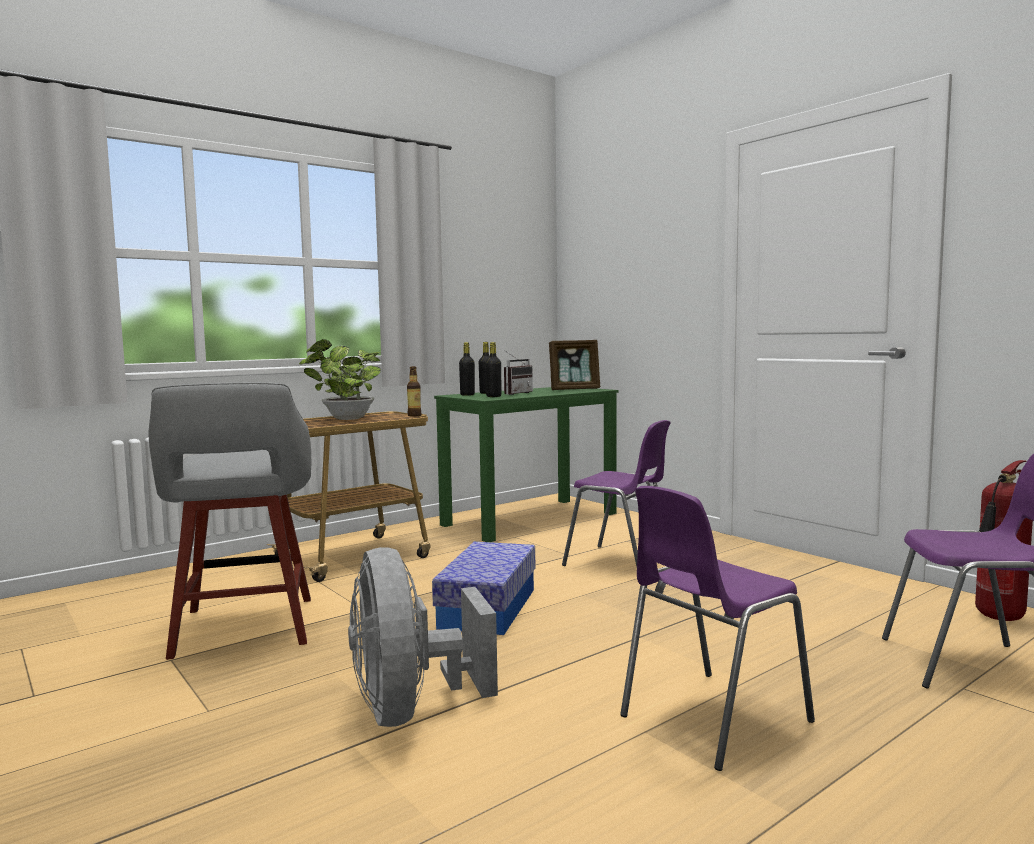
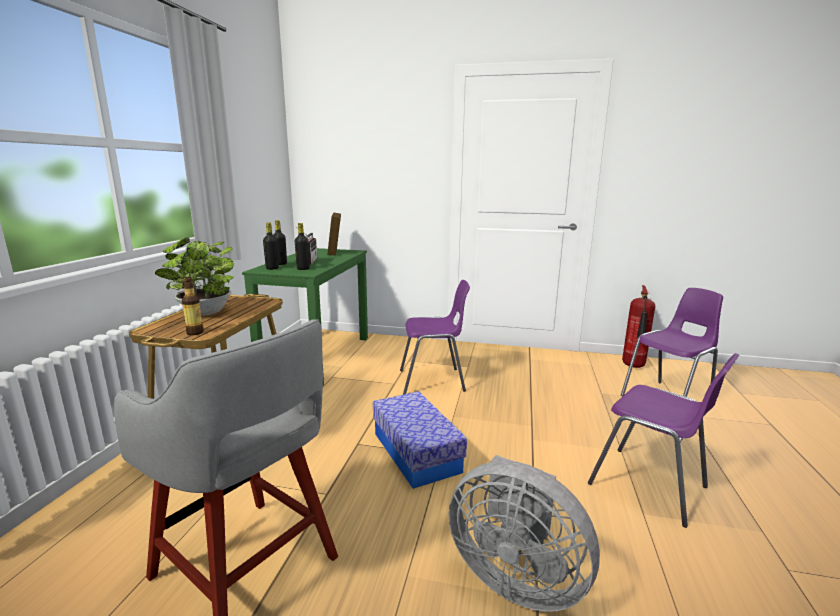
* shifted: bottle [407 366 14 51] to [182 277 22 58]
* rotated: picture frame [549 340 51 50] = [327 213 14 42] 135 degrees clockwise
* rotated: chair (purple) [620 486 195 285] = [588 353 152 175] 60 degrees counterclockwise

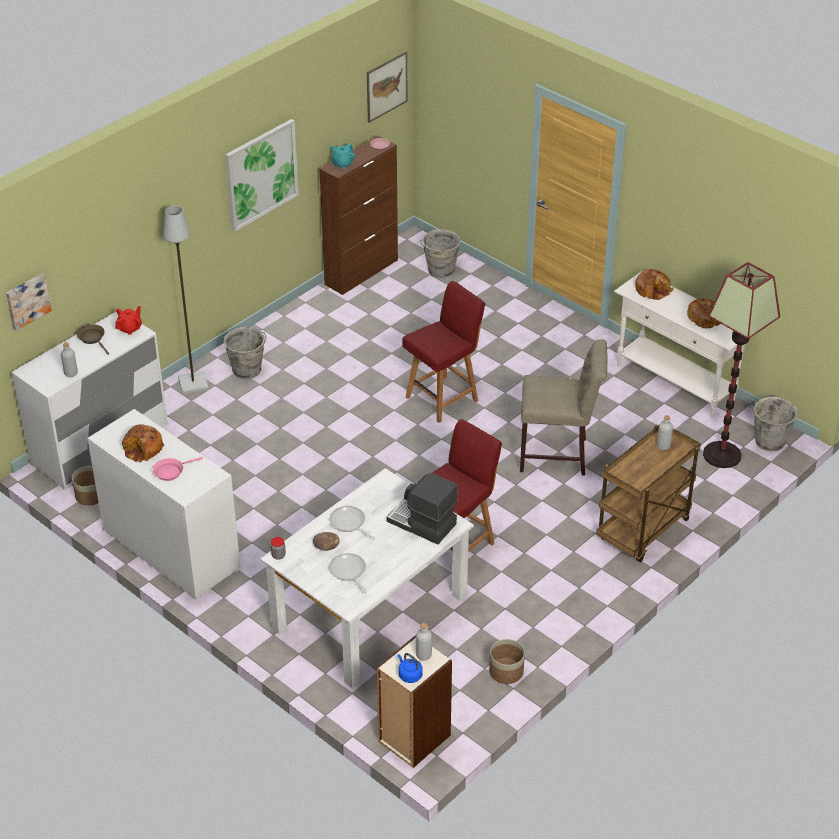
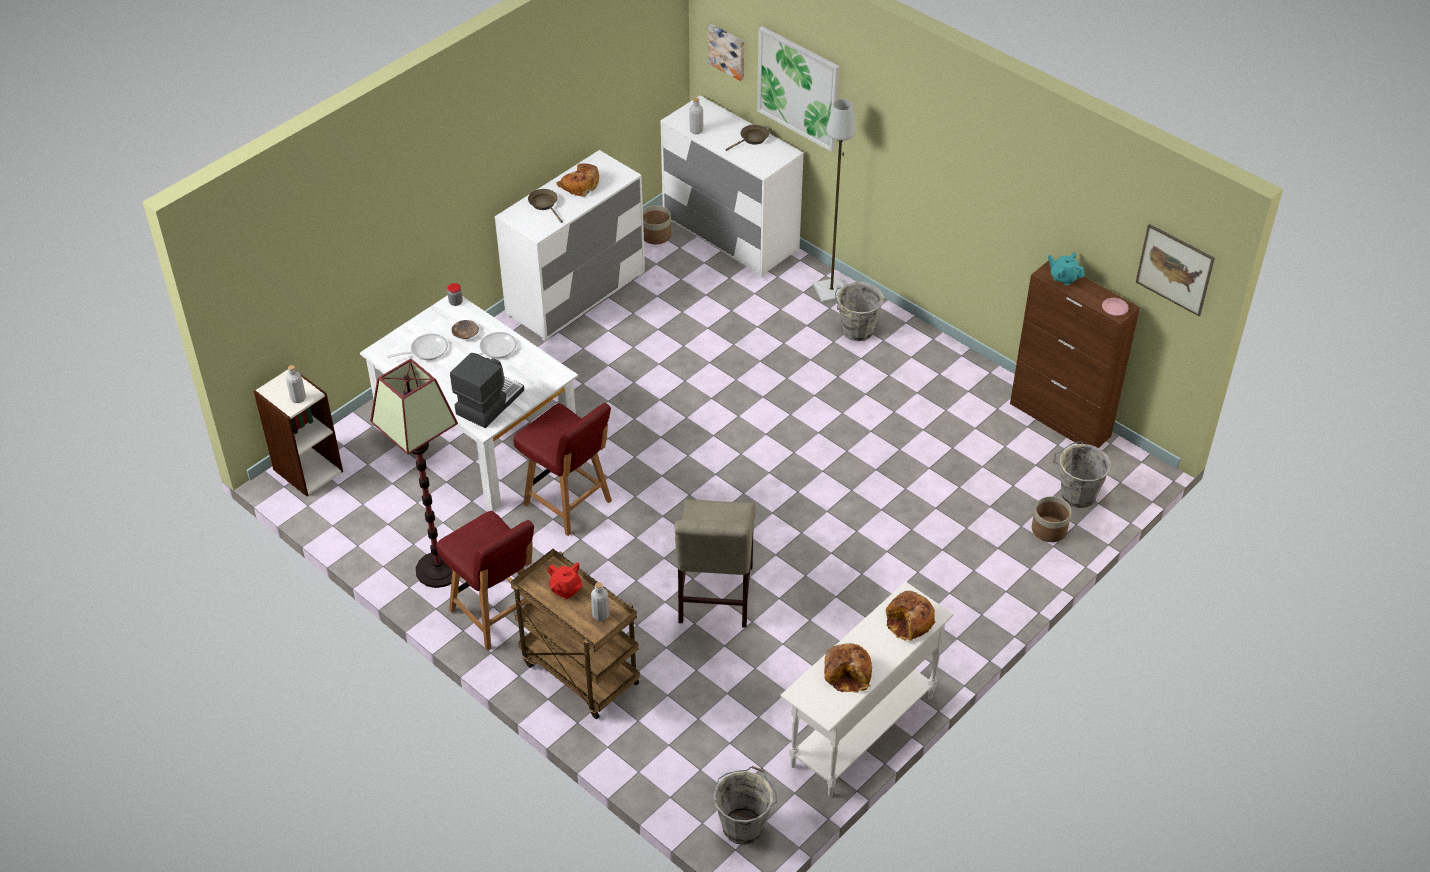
* shifted: teapot (red) [115 306 27 29] to [548 563 35 36]
* repainted: frying pan (pink) [153 457 50 24] to frying pan (brown) [528 189 35 34]
* shifted: picture [225 119 74 113] to [757 26 83 126]
* gone: kettle (blue) [398 653 25 30]
* shifted: chair (red) [402 281 83 142] to [436 511 98 140]
* shifted: planter [489 639 36 45] to [1032 496 39 46]
* shifted: floor lamp [703 262 77 206] to [370 359 88 229]

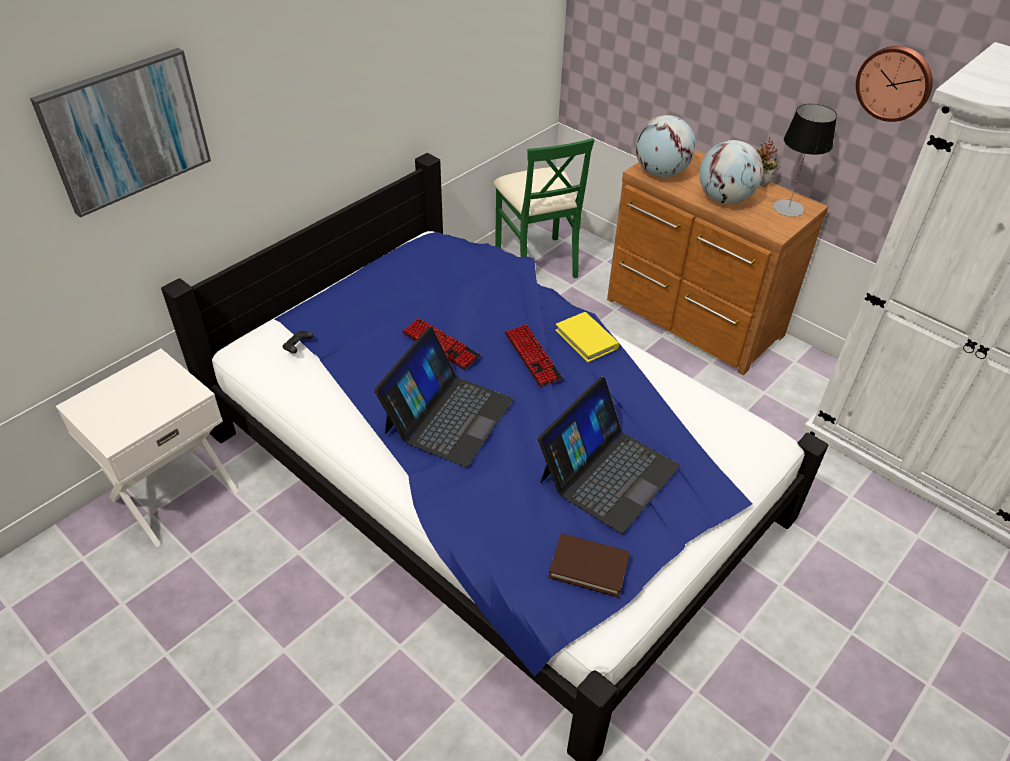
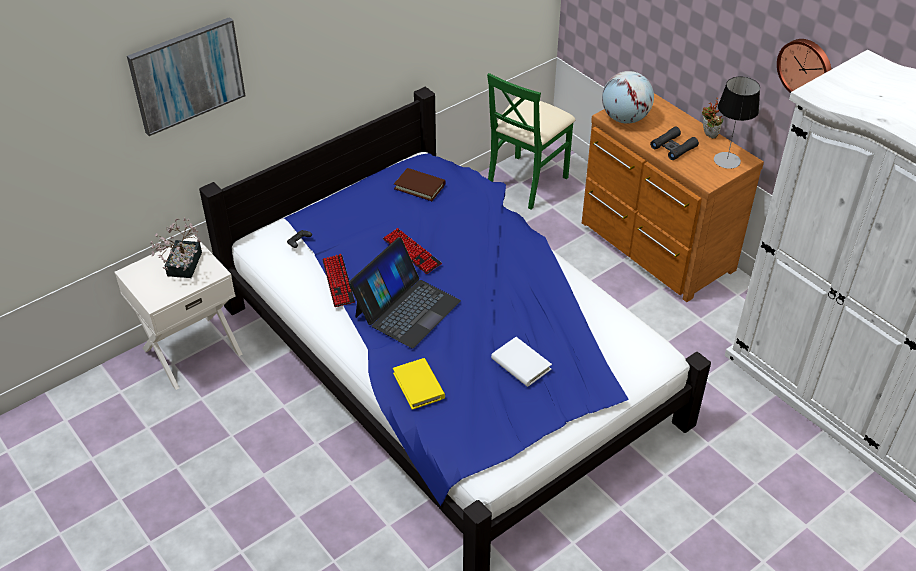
* rotated: chair (green) [494 138 100 140] = [487 73 88 137] 45 degrees clockwise
* shifted: keyboard [504 324 59 63] to [322 254 33 53]
* swapped: laptop [538 376 142 158] to book (white) [491 337 61 50]
* shifted: book (brown) [548 533 82 64] to [394 168 52 33]
* shifted: book (yellow) [555 312 64 50] to [393 358 52 52]
* swapped: globe [699 140 64 64] to binoculars (black) [650 127 49 33]
* new: potted plant [150 217 52 61]

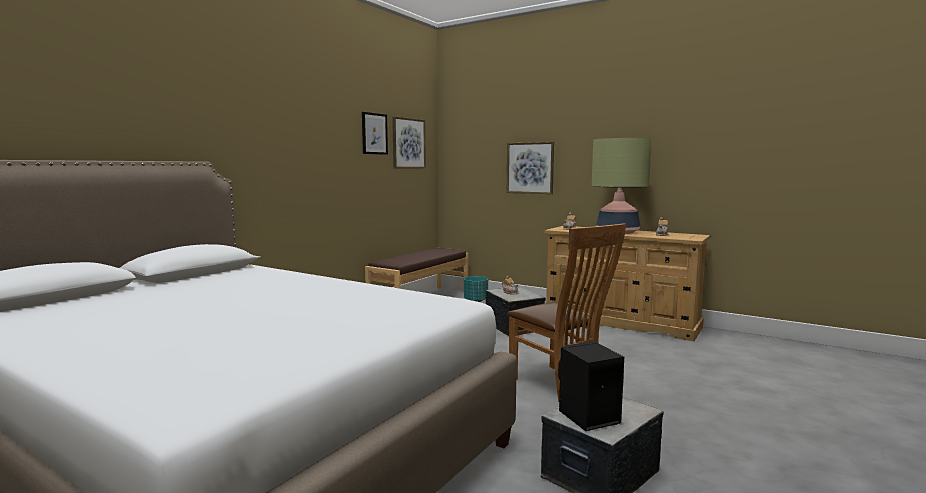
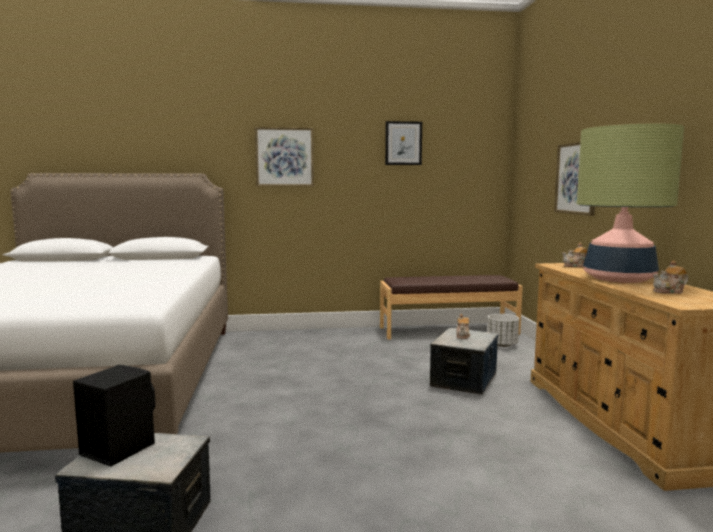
* shifted: picture [392 117 34 52] to [255 127 59 60]
* repainted: planter (turquoise) [464 276 24 26] to planter (white) [487 314 32 33]
* gone: chair (brown) [507 223 119 179]

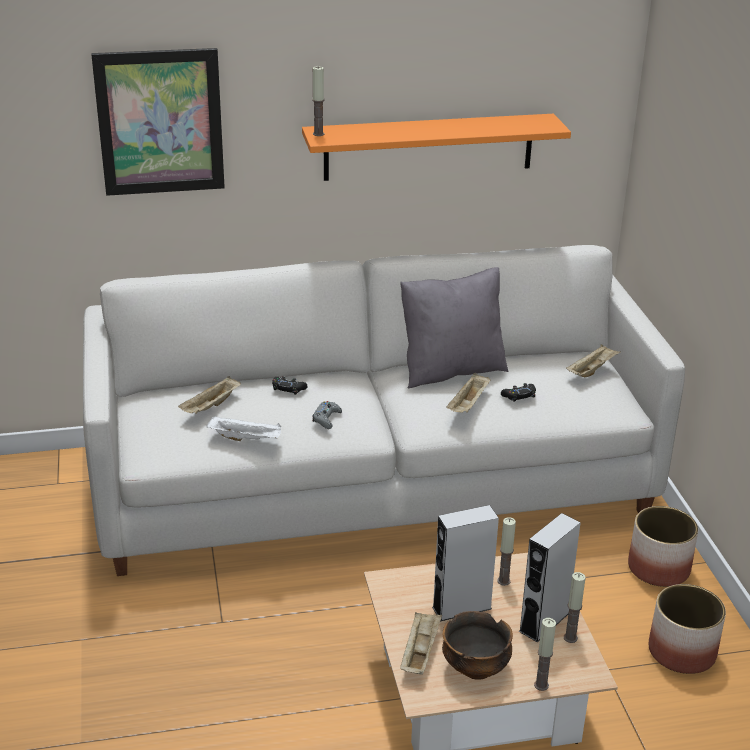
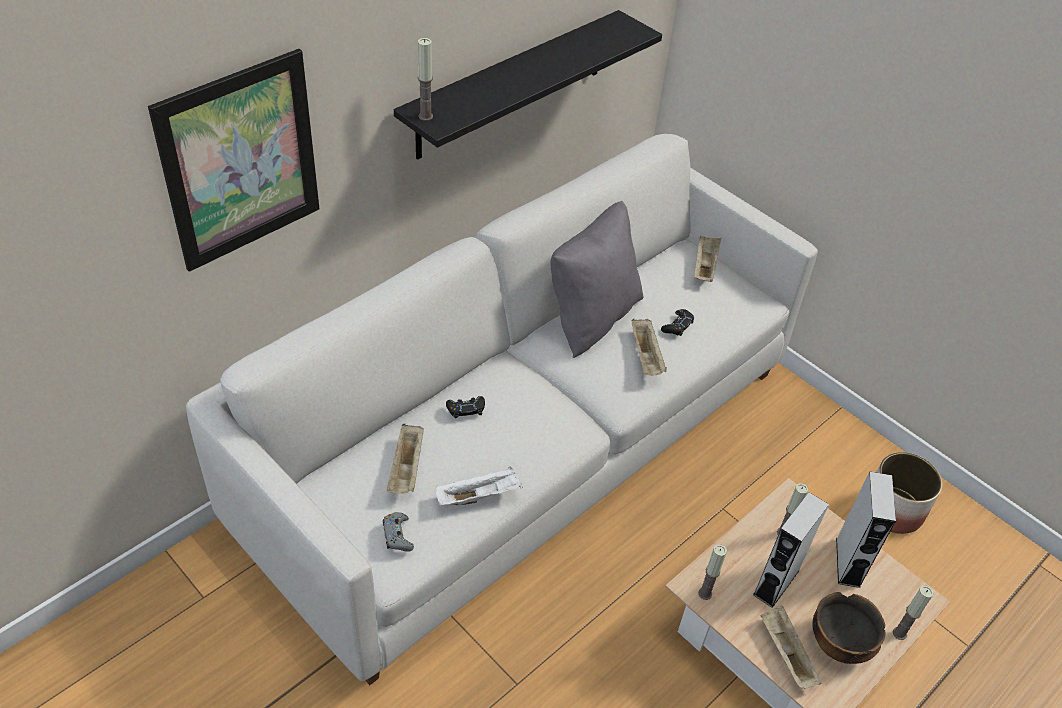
* repainted: shelf (orange) [302 114 269 67] to shelf (black) [394 10 268 150]
* shifted: game controller (grey) [312 401 30 28] to [383 512 31 40]
* shifted: candle [564 572 22 71] to [698 544 29 56]
* gone: planter [628 506 70 81]

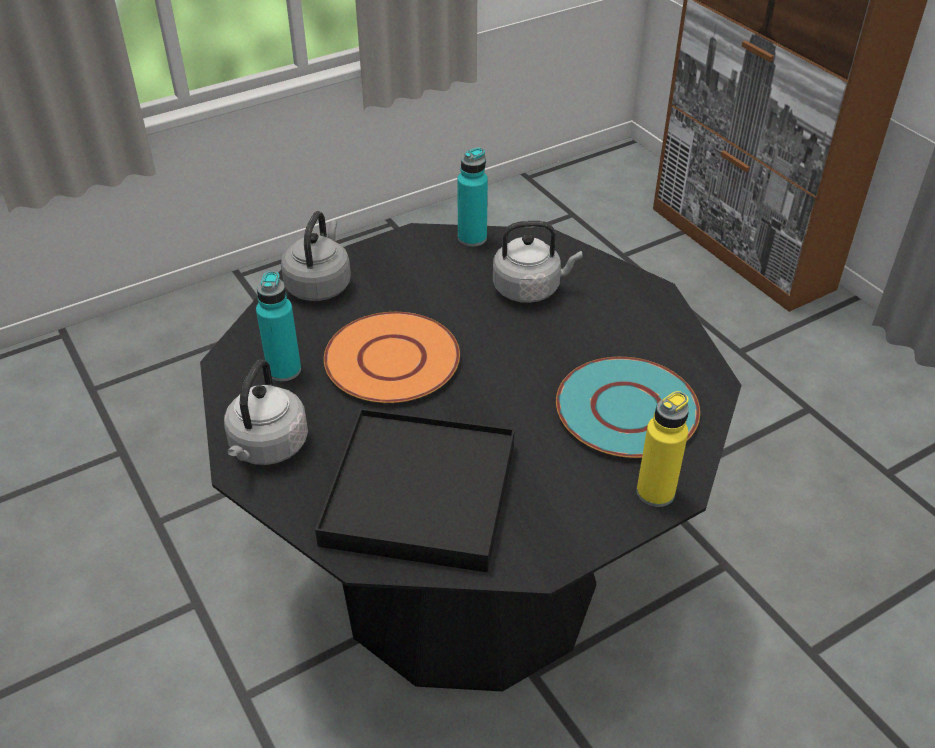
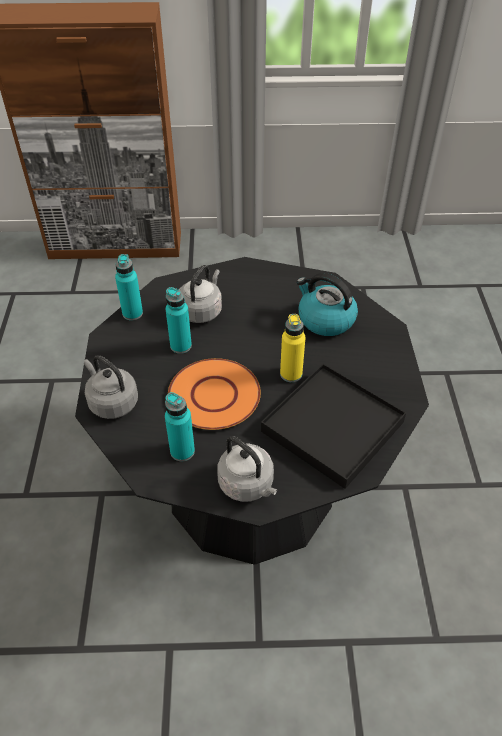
* swapped: plate (turquoise) [556 357 144 101] to kettle [296 273 62 63]
* shifted: bottle (yellow) [637 391 52 116] to [280 314 26 68]
* new: bottle (turquoise) [166 287 26 67]

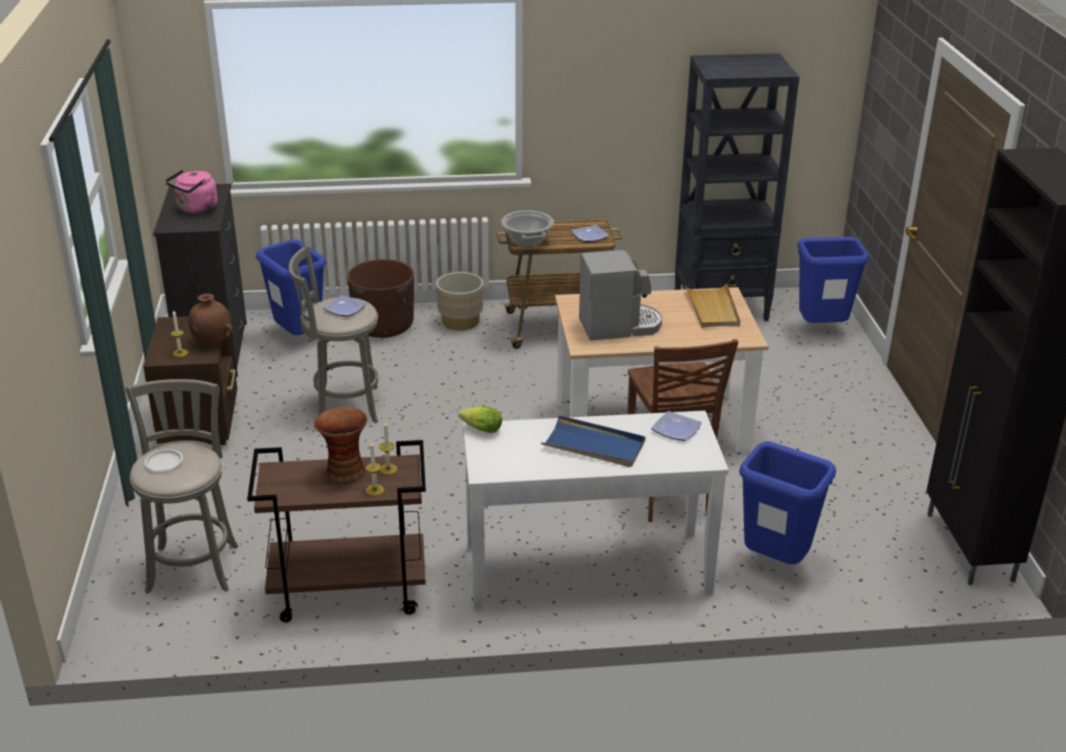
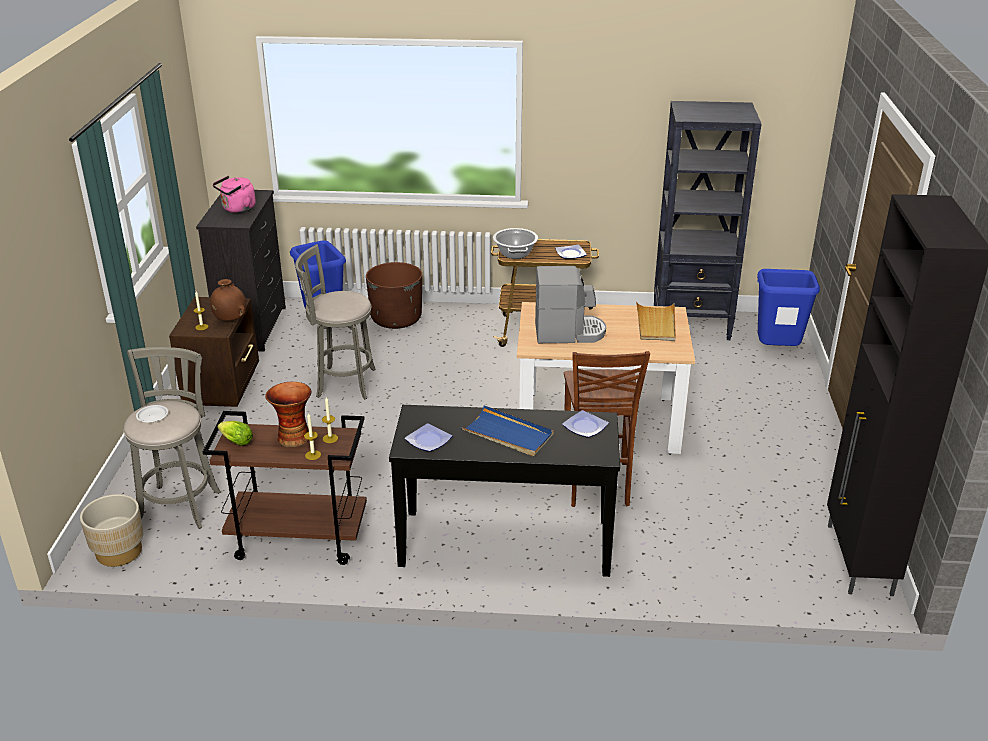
* shifted: plate [323 295 44 22] to [405 423 47 29]
* shifted: planter (beige) [436 272 47 59] to [80 494 63 73]
* shifted: lettuce [458 406 44 27] to [218 421 35 25]
* repainted: console table (white) [463 411 266 199] to console table (black) [389 405 231 172]
* gone: trash can (blue) [739 441 97 123]

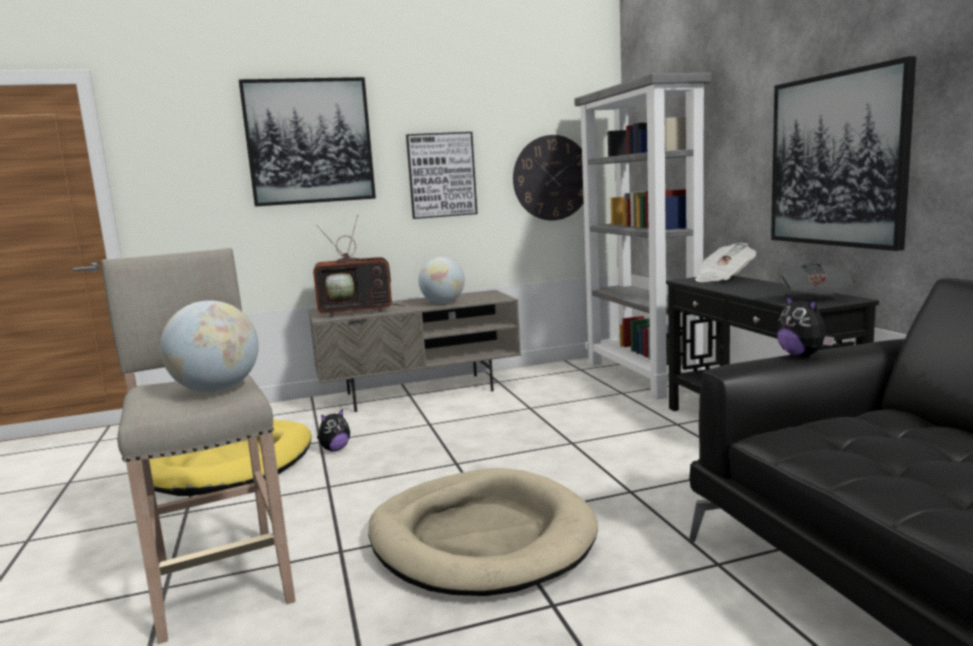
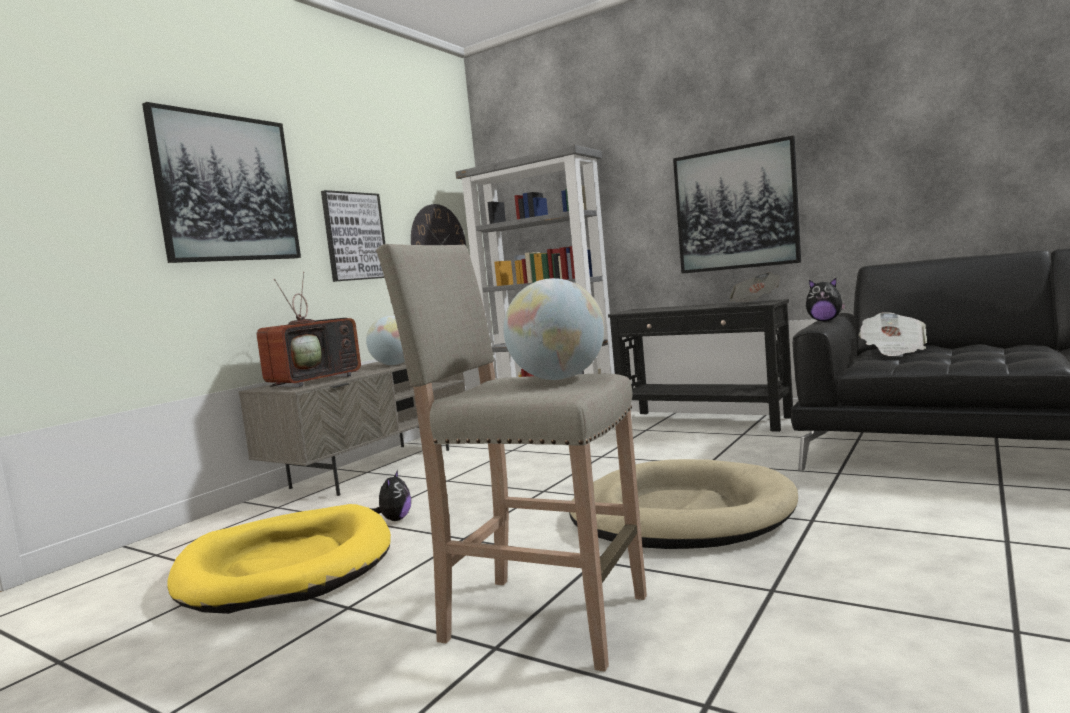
* shifted: newspaper [695 243 61 39] to [859 312 68 44]

